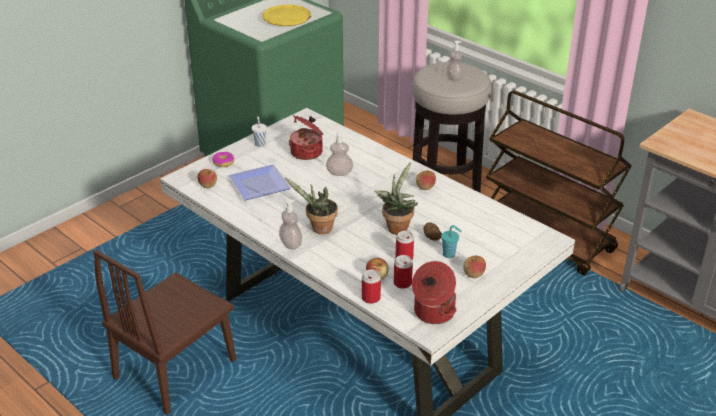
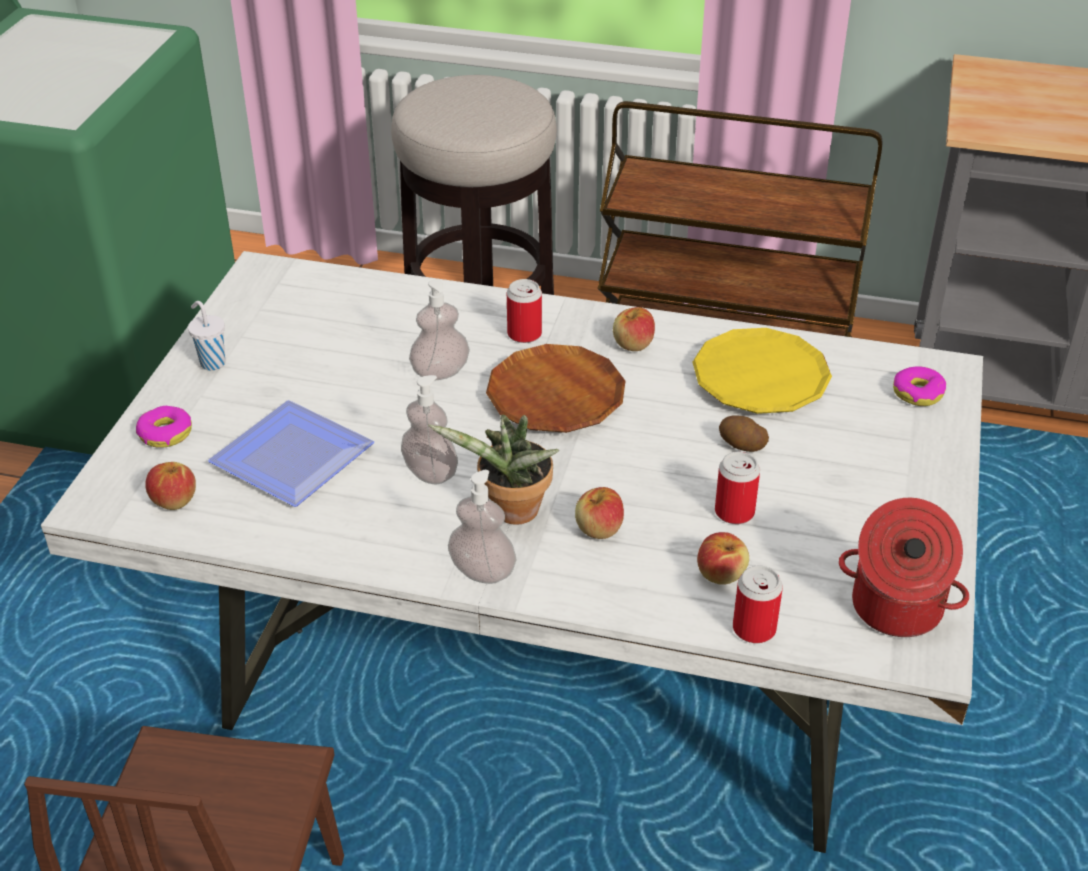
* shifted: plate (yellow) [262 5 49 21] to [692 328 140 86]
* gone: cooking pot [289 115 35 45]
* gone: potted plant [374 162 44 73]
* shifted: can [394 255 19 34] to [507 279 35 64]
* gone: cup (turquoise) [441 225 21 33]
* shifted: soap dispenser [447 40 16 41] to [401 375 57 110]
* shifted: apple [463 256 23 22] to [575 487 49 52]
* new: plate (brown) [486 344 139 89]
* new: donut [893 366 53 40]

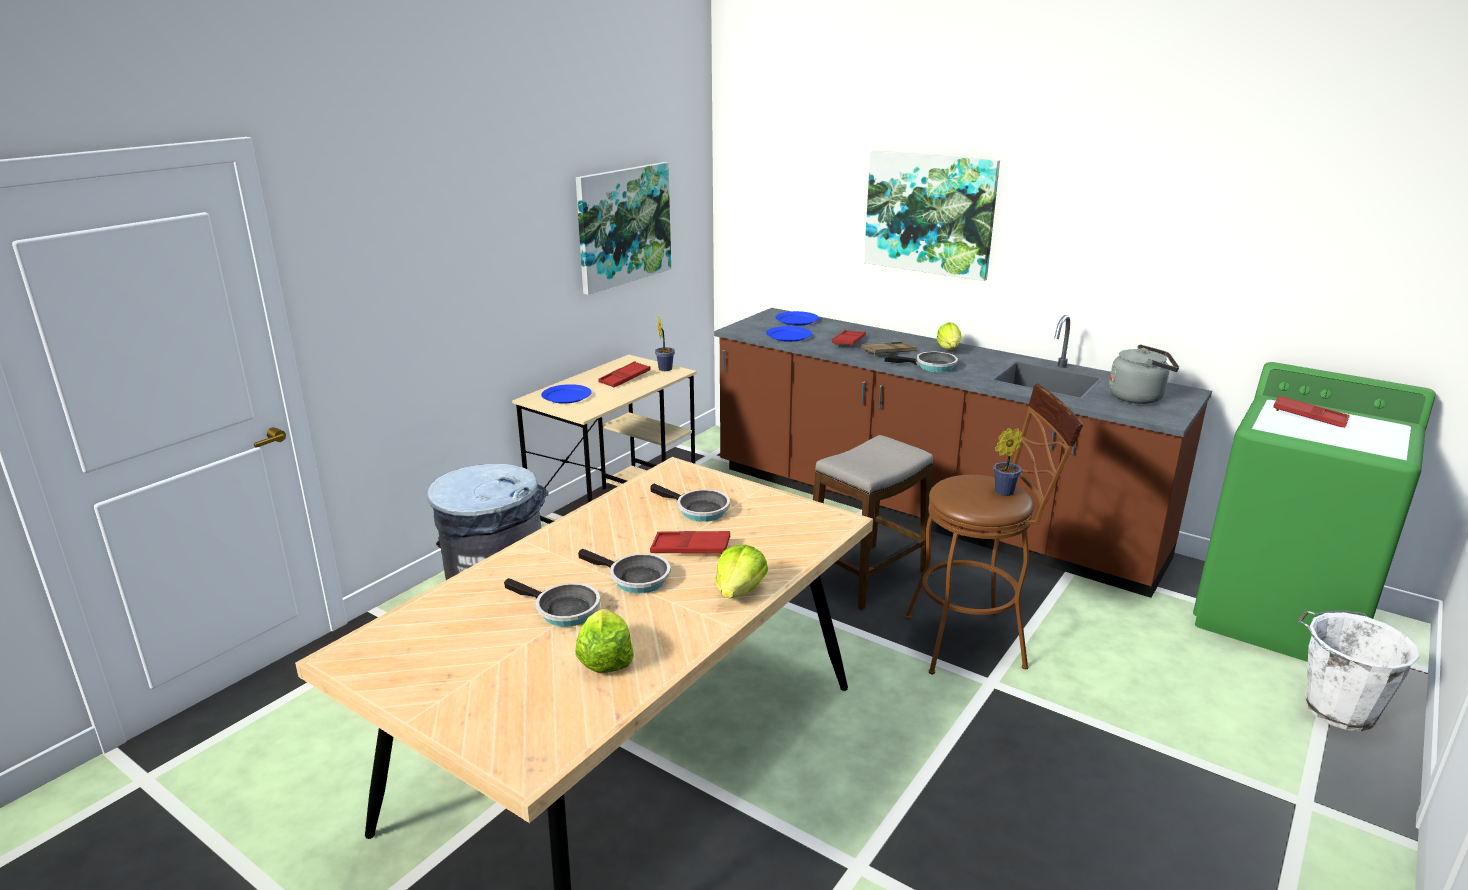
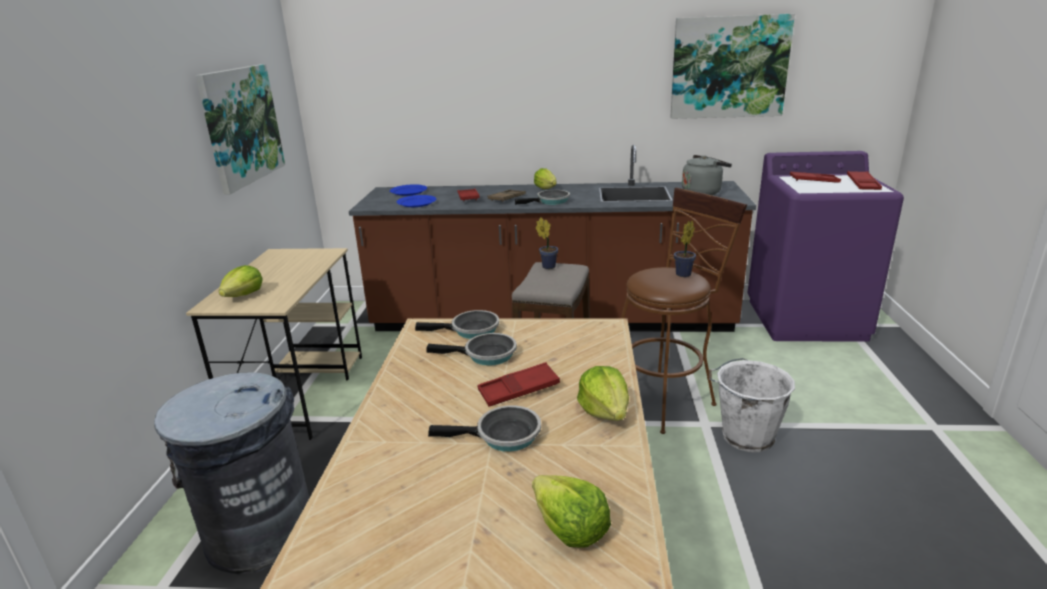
* shifted: frying pan [504 578 96 49] to [415 310 84 29]
* swapped: plate (blue) [541 384 51 20] to lettuce [219 265 43 32]
* shifted: tray (red) [598 361 53 26] to [847 171 35 19]
* shifted: potted plant [655 316 20 55] to [536 217 22 52]
* shifted: picture [864 150 136 131] to [670 14 125 105]
* repainted: washing machine (green) [1193 362 243 300] to washing machine (purple) [747 151 157 191]
* shifted: bucket (white) [1298 610 121 121] to [709 358 86 94]

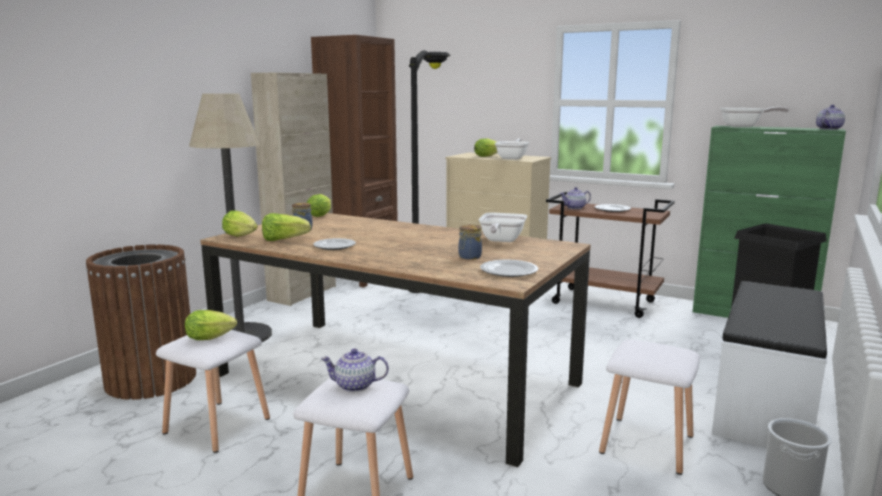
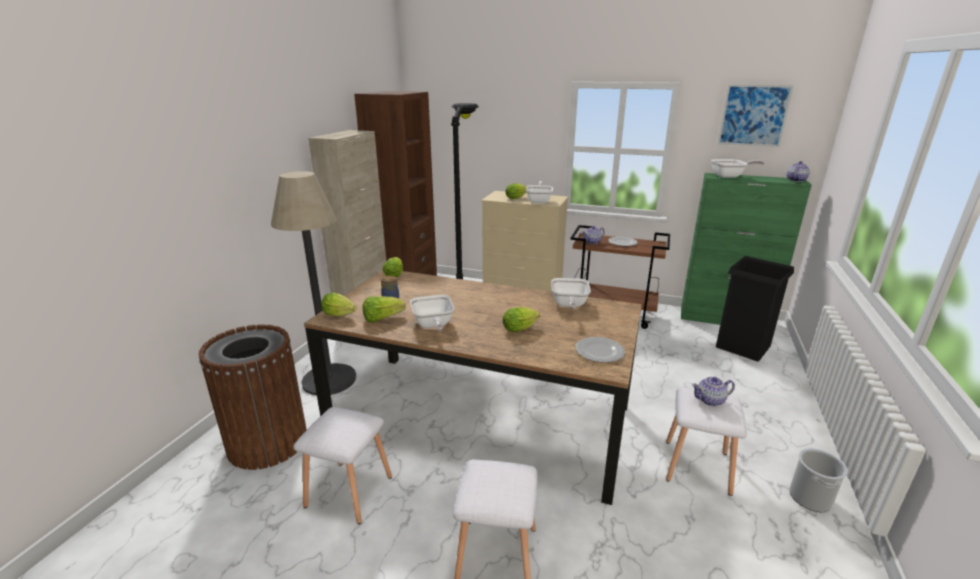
* shifted: lettuce [185 310 52 30] to [503 307 37 25]
* swapped: plate [313 238 43 12] to frying pan [410 295 44 36]
* shifted: teapot [321 348 68 44] to [692 377 43 29]
* gone: jar [458 225 24 35]
* gone: bench (white) [712 281 115 167]
* new: picture [718 85 76 62]

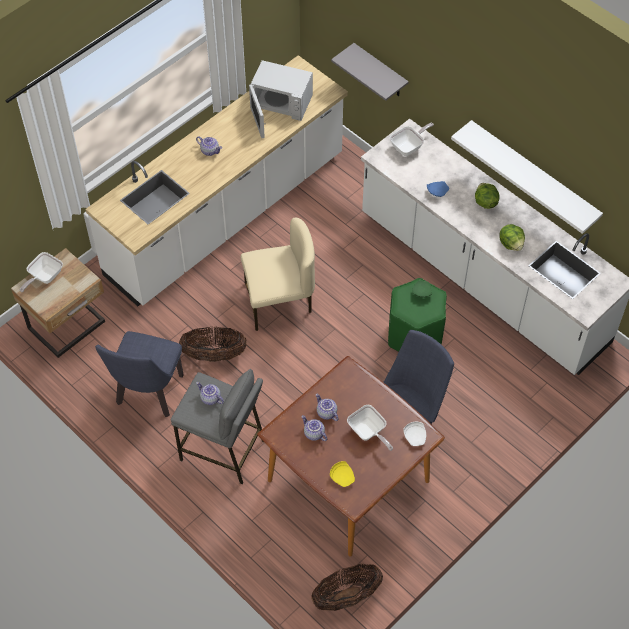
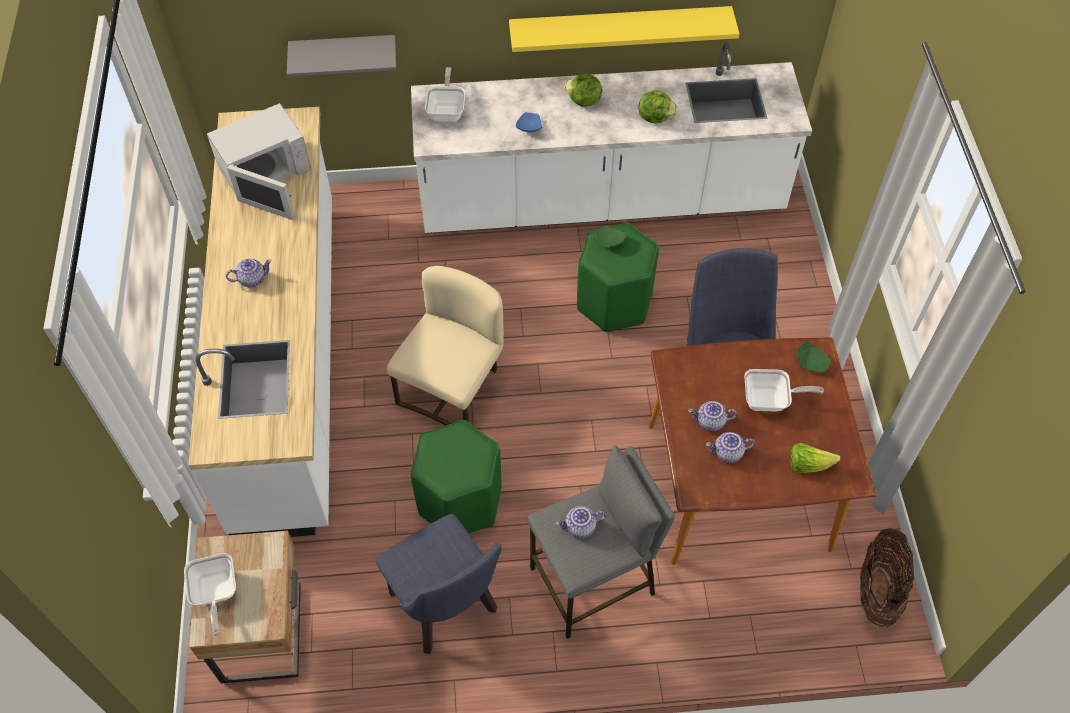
* swapped: basket [179 326 68 36] to stool (green) [411 420 91 113]
* swapped: plate (yellow) [330 461 25 26] to lettuce [790 443 50 30]
* repainted: plate (white) [403 422 23 24] to plate (green) [797 341 34 31]
* repainted: shelf (white) [451 120 152 114] to shelf (yellow) [509 6 230 46]

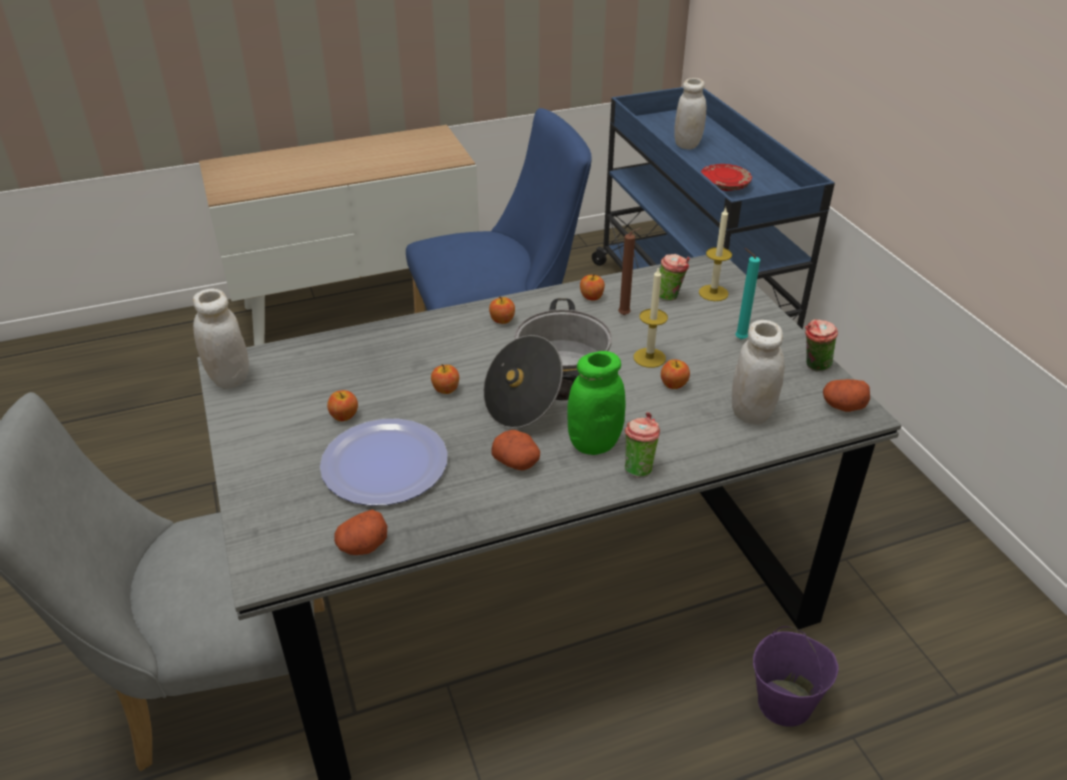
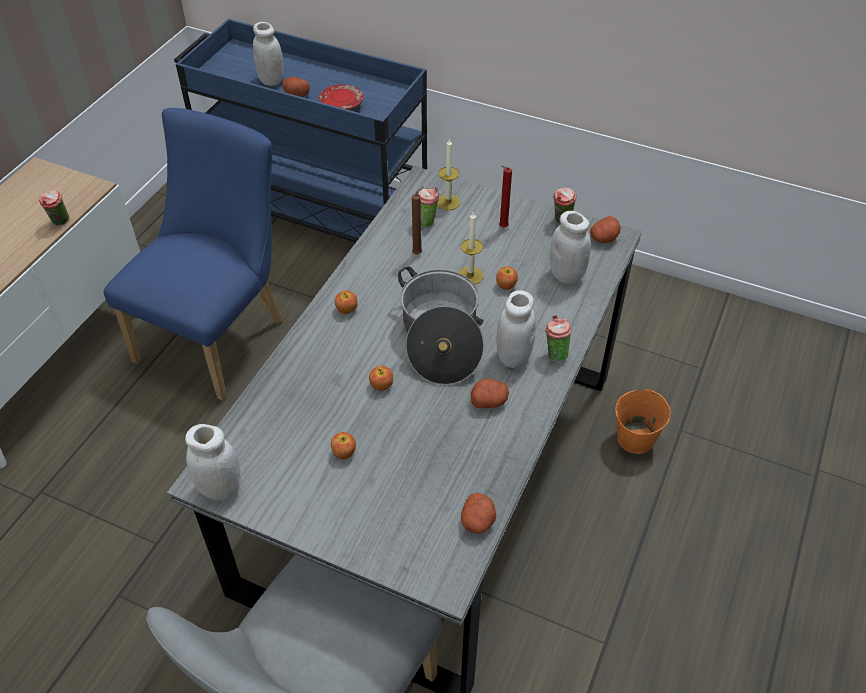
* gone: plate [320 419 128 87]
* repainted: jar (green) [568 351 58 104] to jar (white) [496 290 40 78]
* gone: apple [580 274 25 27]
* repainted: candle (turquoise) [735 248 25 91] to candle (red) [499 166 13 62]
* repainted: bucket (purple) [753 626 86 101] to bucket (orange) [615 389 56 65]
* new: cup [39 190 30 36]
* new: potato [282 77 28 20]

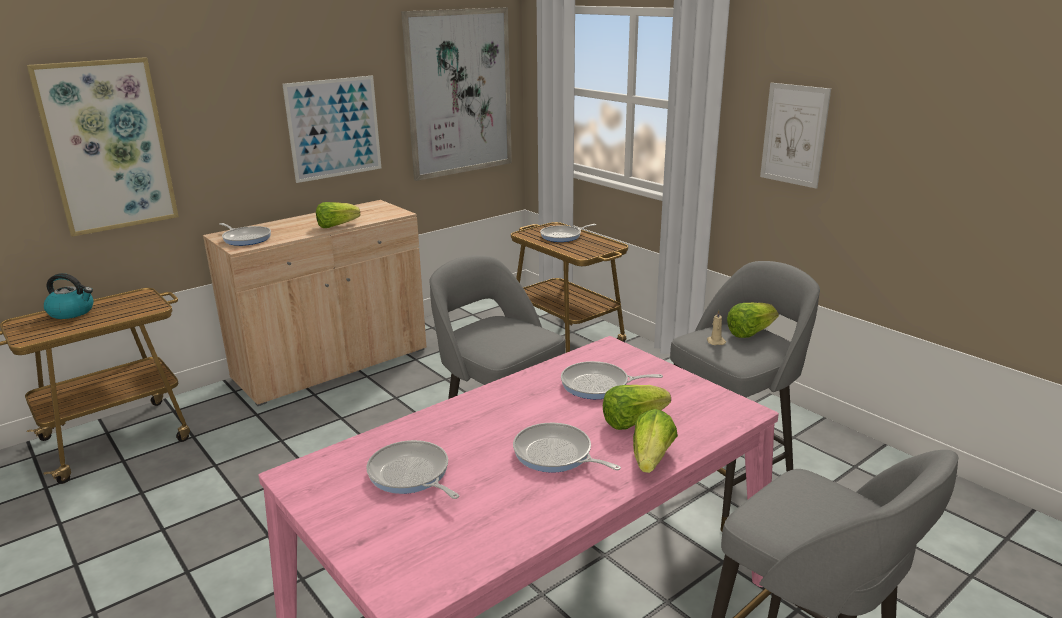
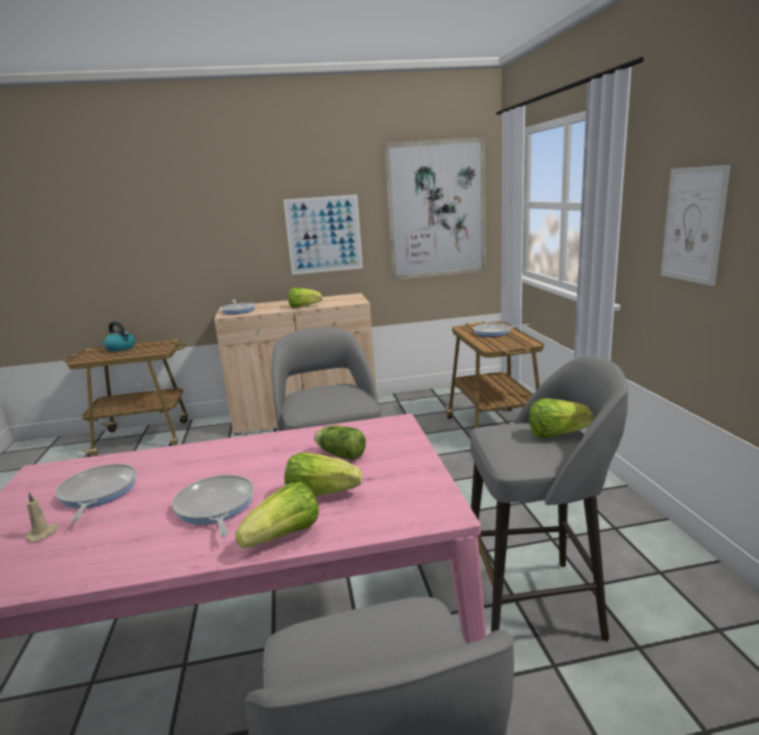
* gone: picture [27 57 152 180]
* swapped: frying pan [561 361 102 38] to lettuce [314 425 52 35]
* shifted: candle (beige) [707 310 19 35] to [25 492 34 50]

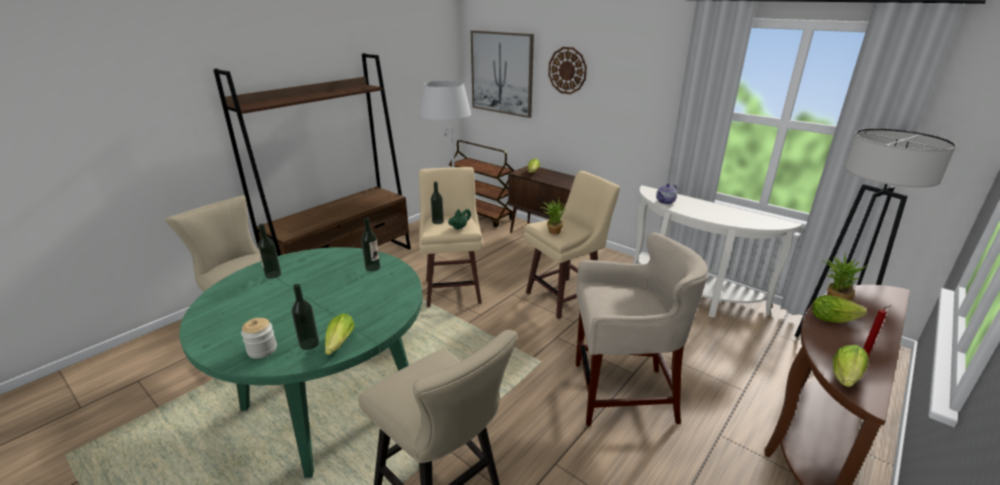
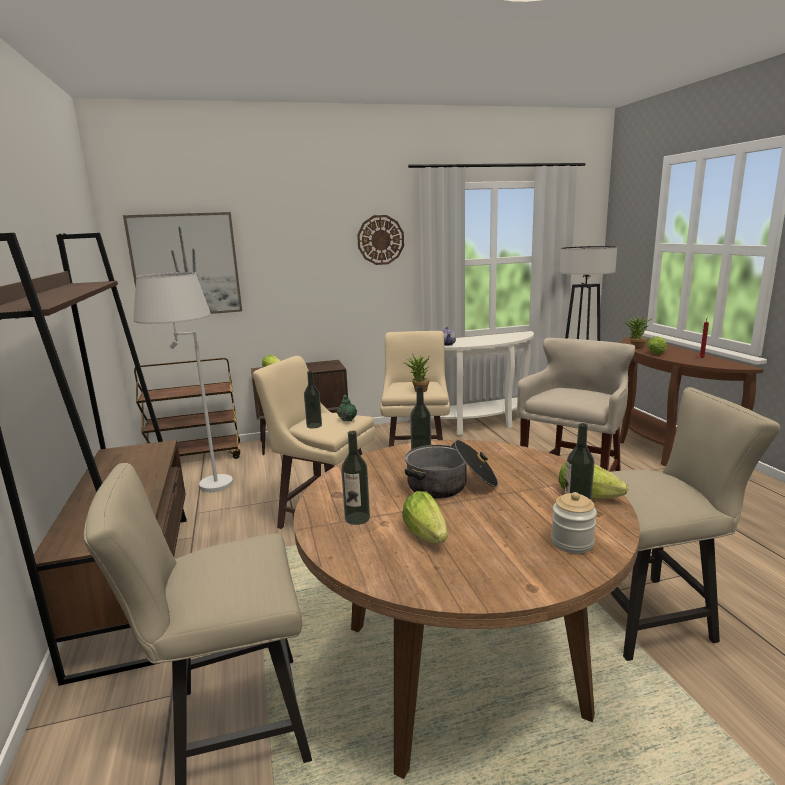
* repainted: dining table (green) [179 247 243 231] to dining table (brown) [293 440 347 339]
* shifted: wall clock [548 47 39 47] to [357 215 47 50]
* shifted: lettuce [833 345 35 42] to [402 491 46 52]
* new: cooking pot [405 440 93 59]

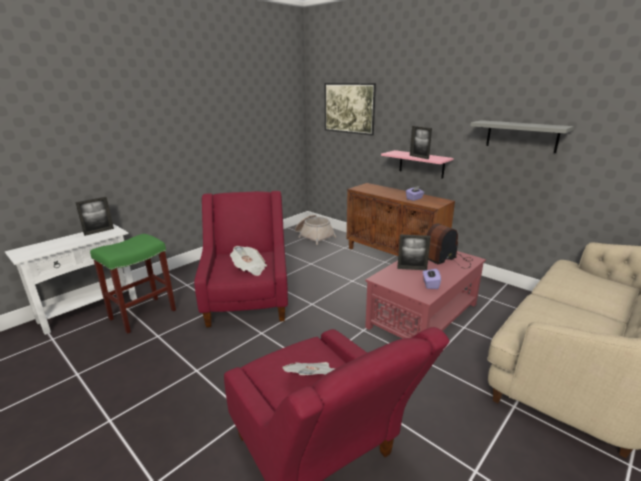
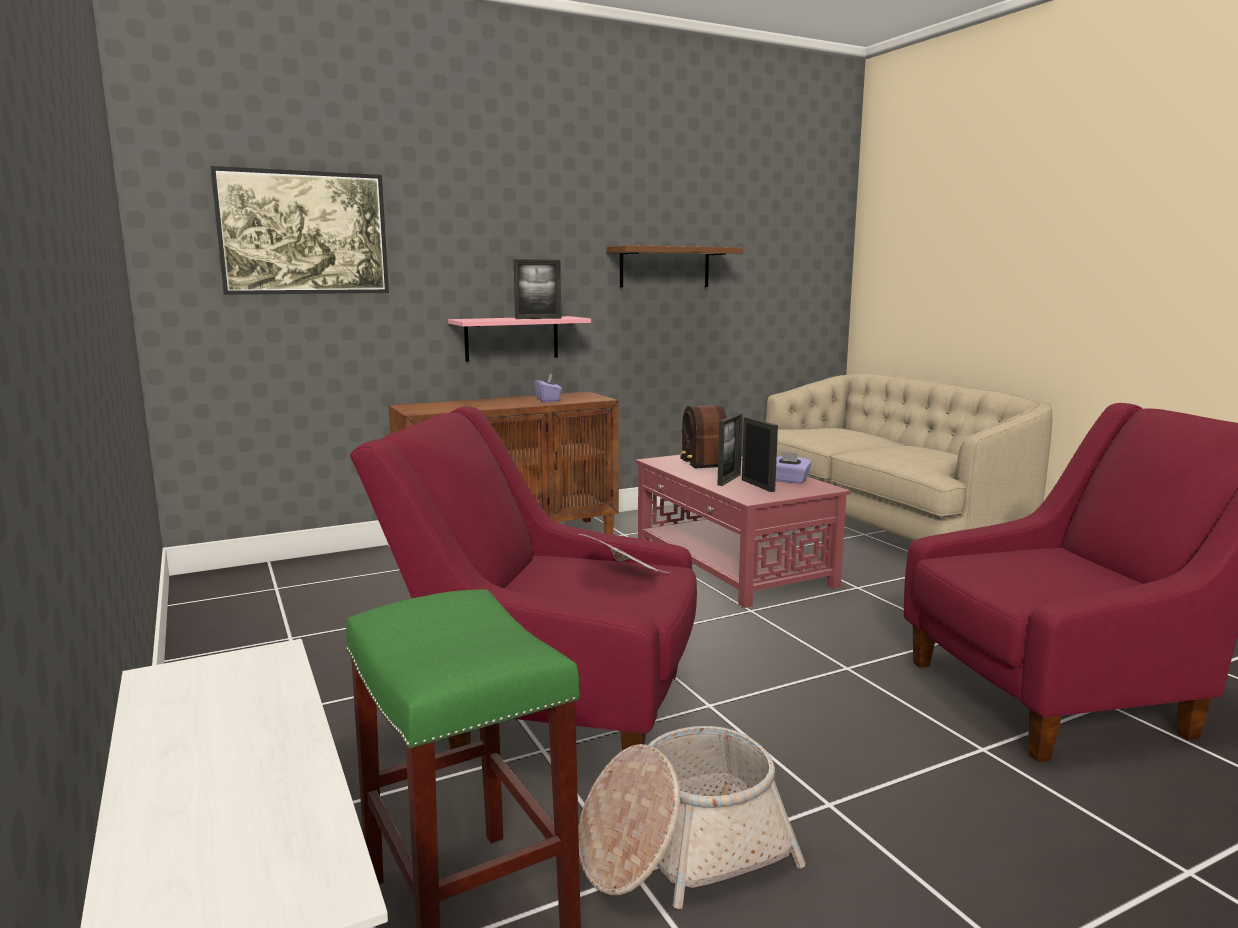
* shifted: picture frame [75 197 39 39] to [742 417 36 75]
* gone: newspaper [282 362 53 13]
* shifted: basket [295 215 41 30] to [578 726 228 183]
* repainted: shelf (grey) [470 120 104 33] to shelf (brown) [607 245 136 43]

